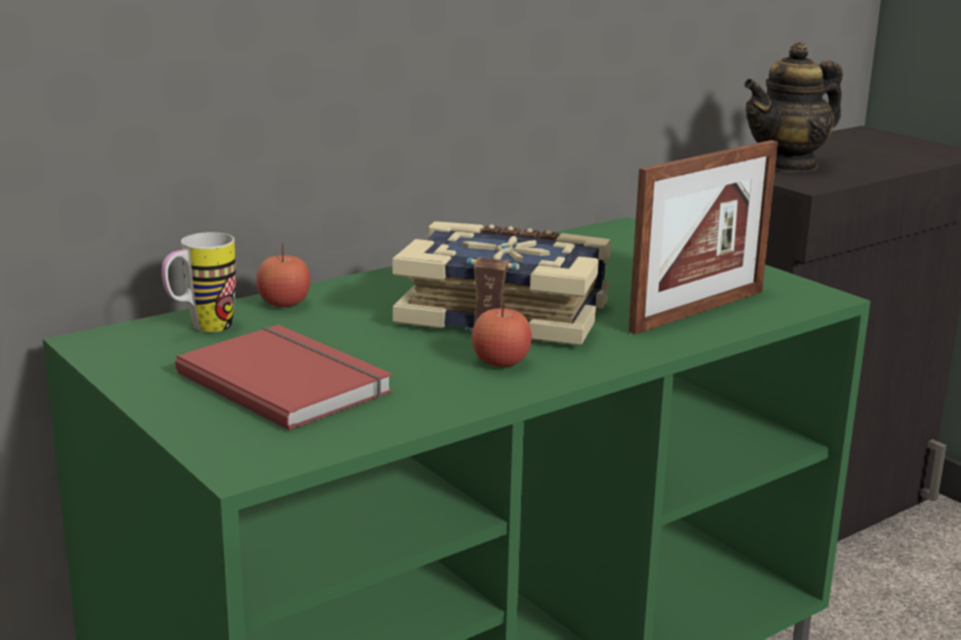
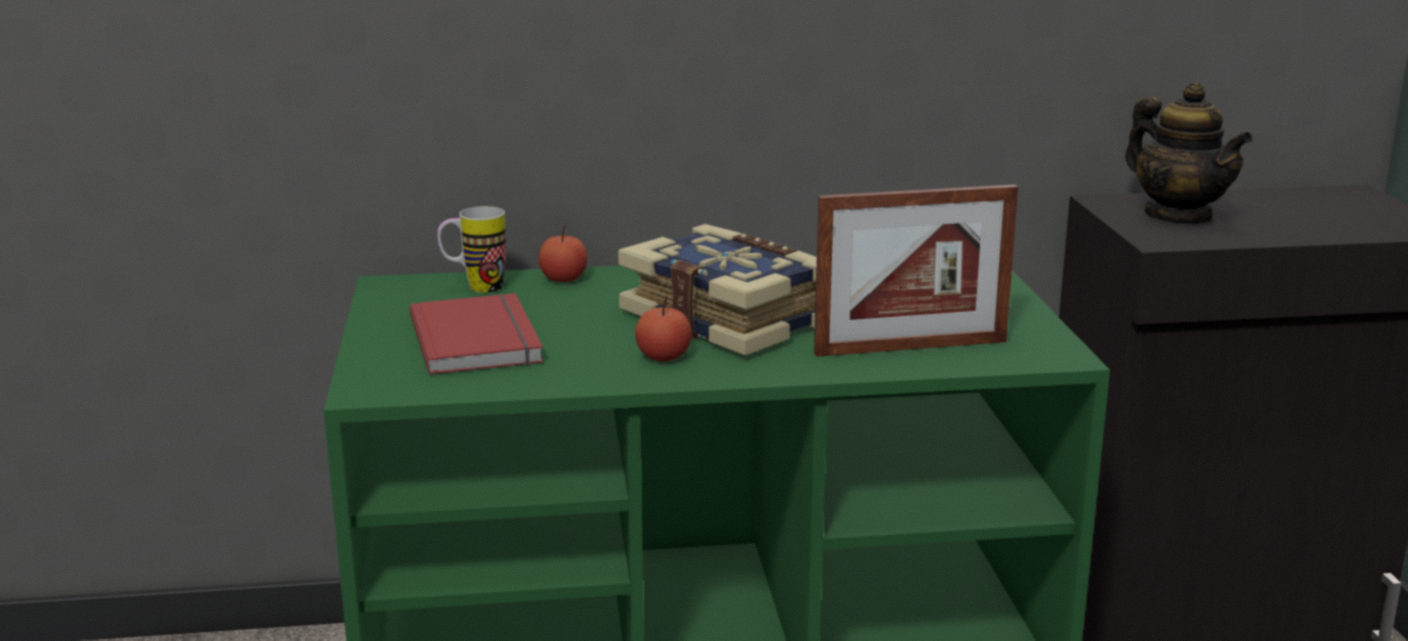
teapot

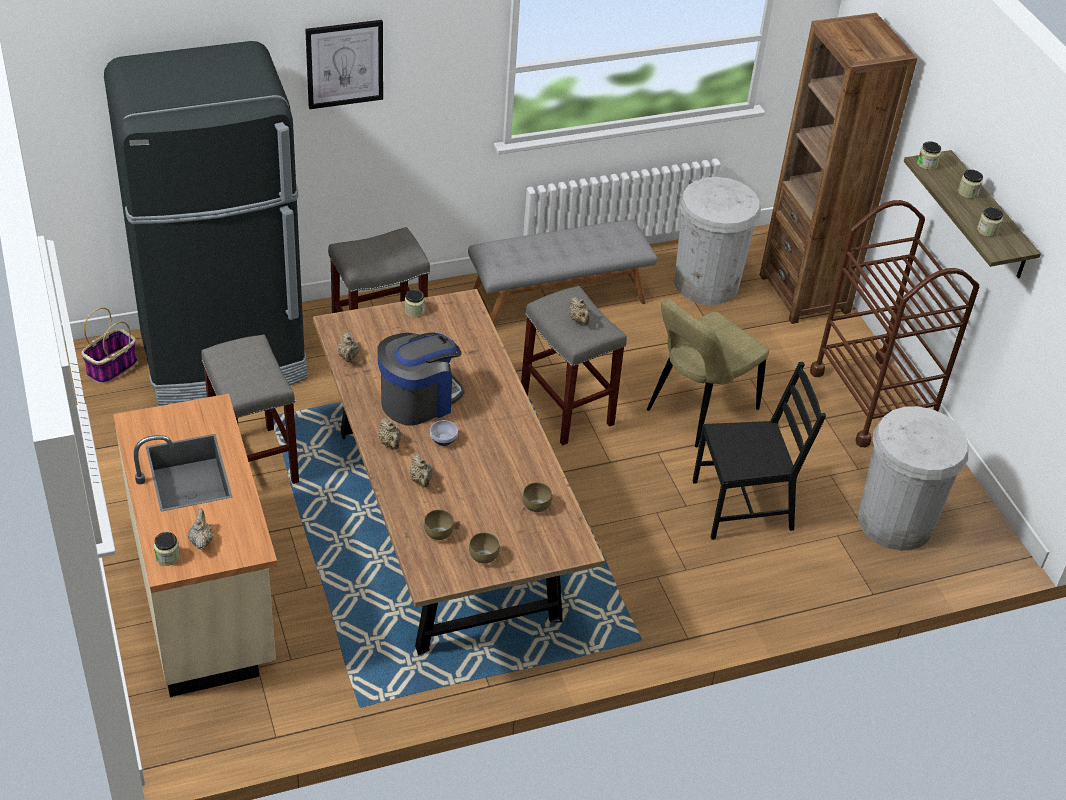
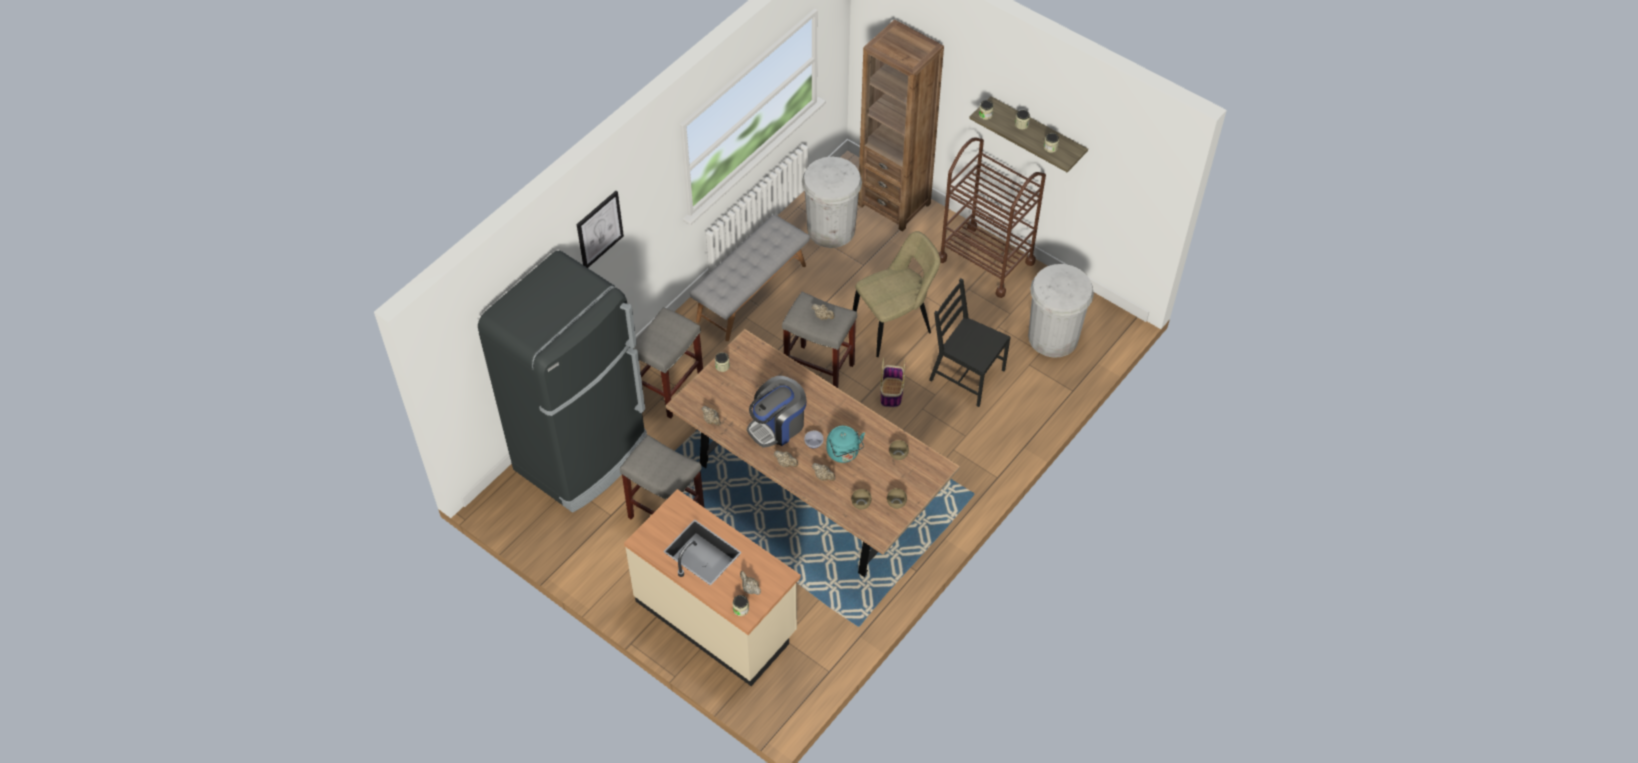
kettle (turquoise-coloured)
basket
coffee maker
chair (beige-coloured)
chair (blackish)

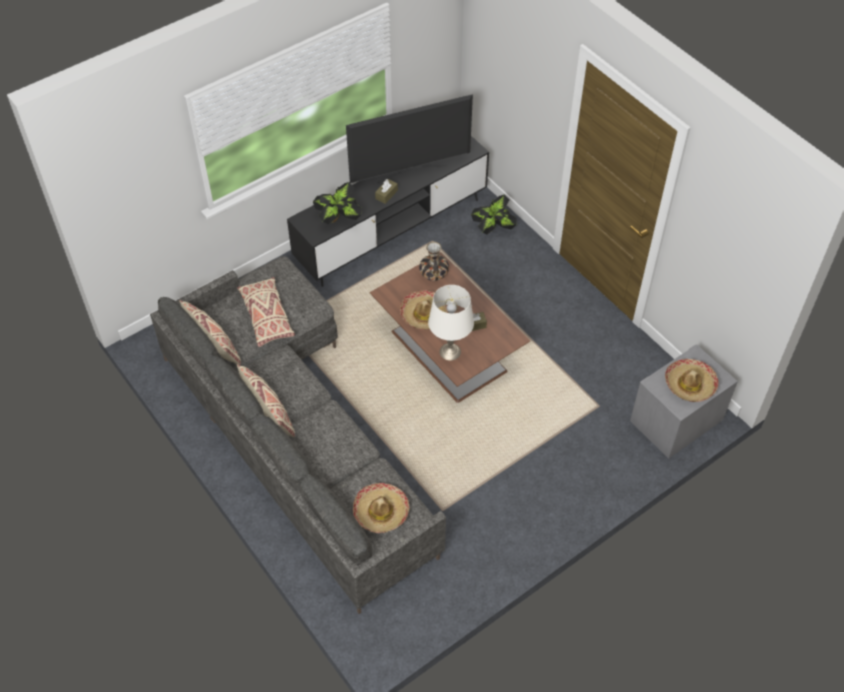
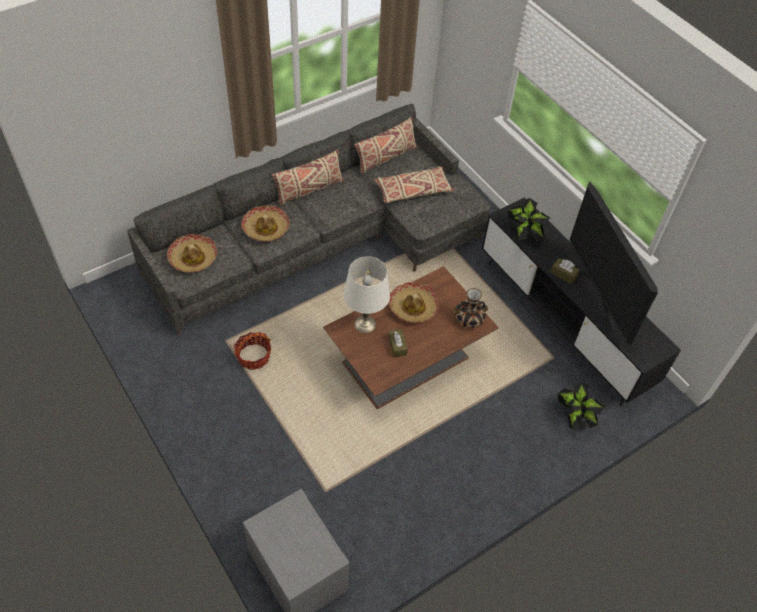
basket
wearable hat (2nd from left)

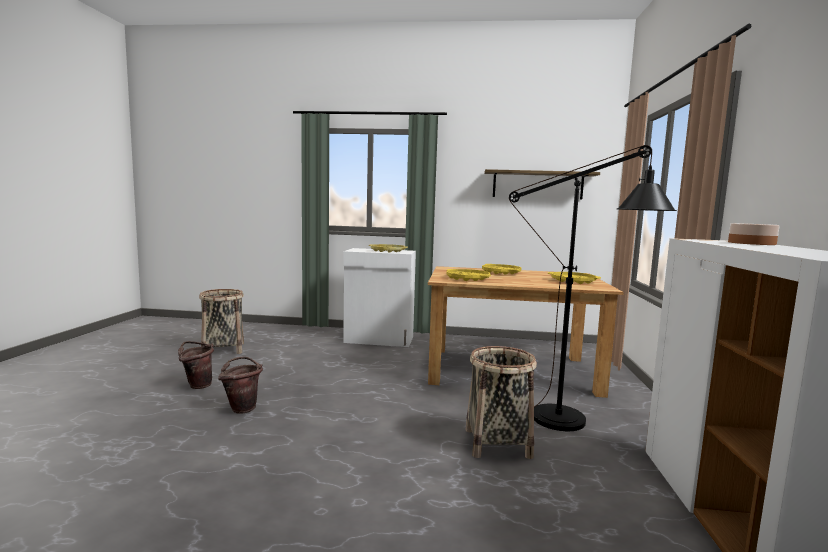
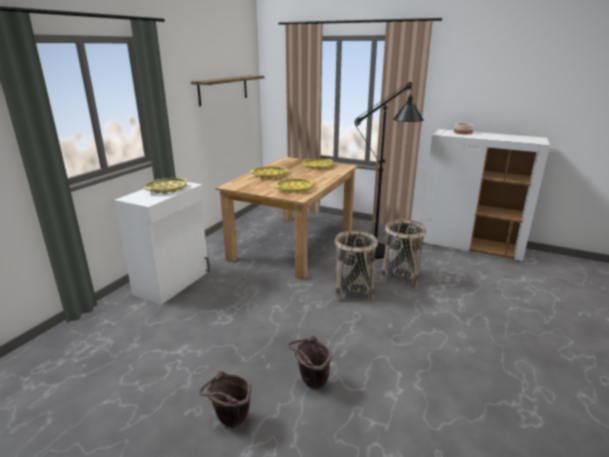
basket (1st from left)

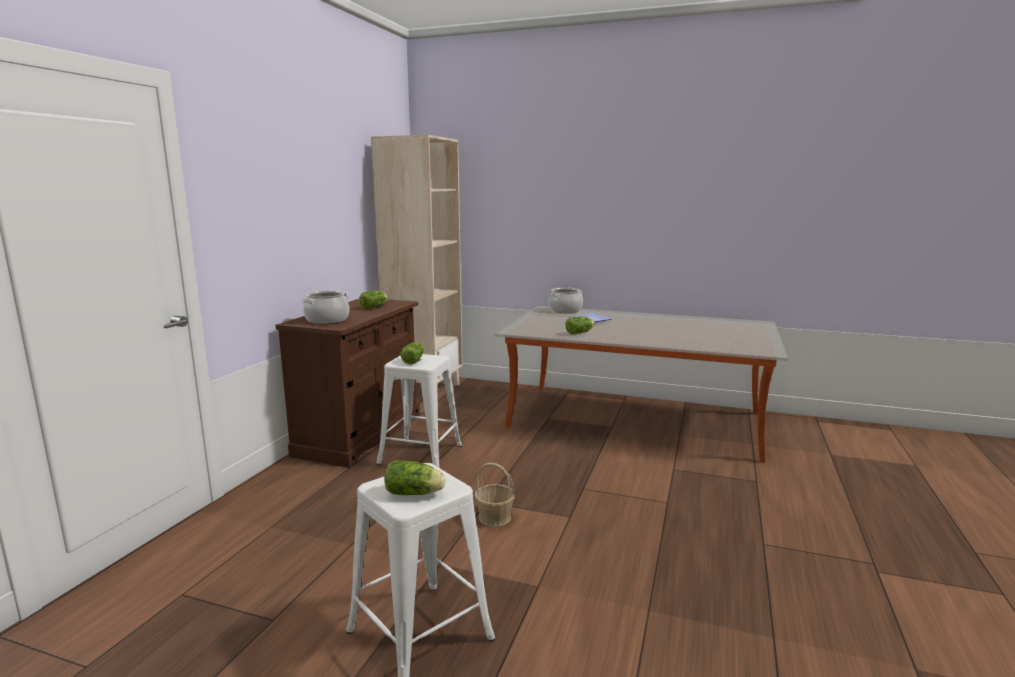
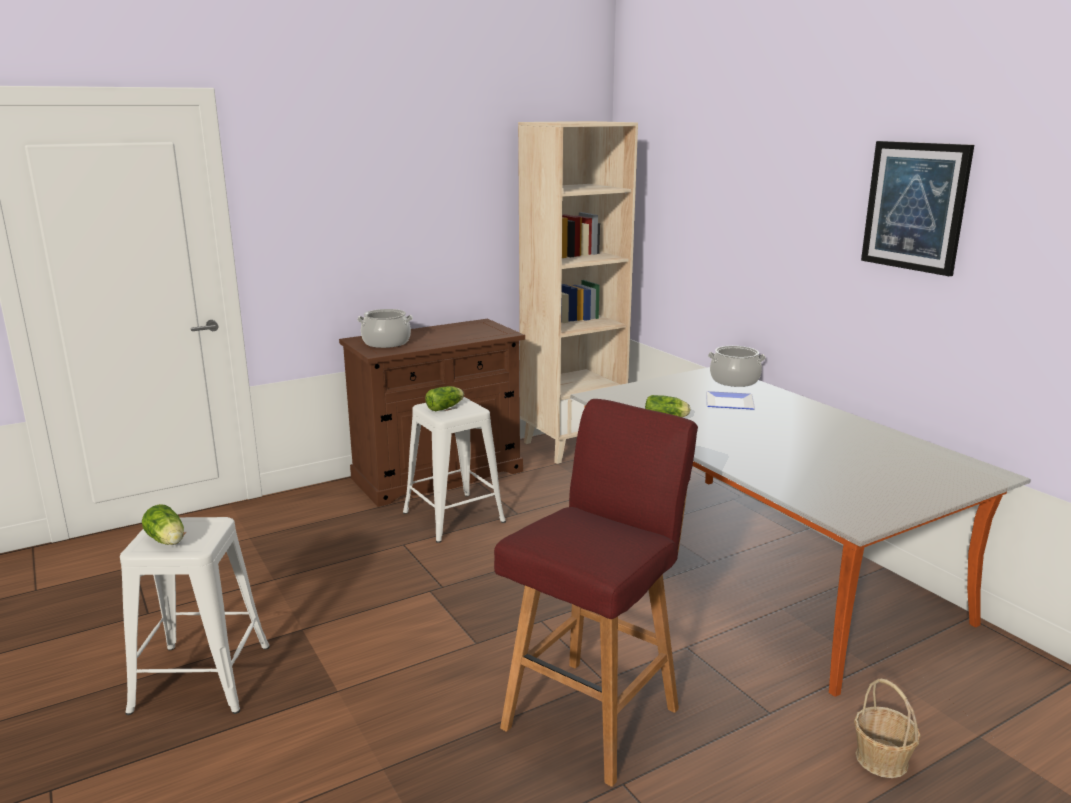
lettuce head (1st from left in the first image)
stool seat (red)
wall picture
basket

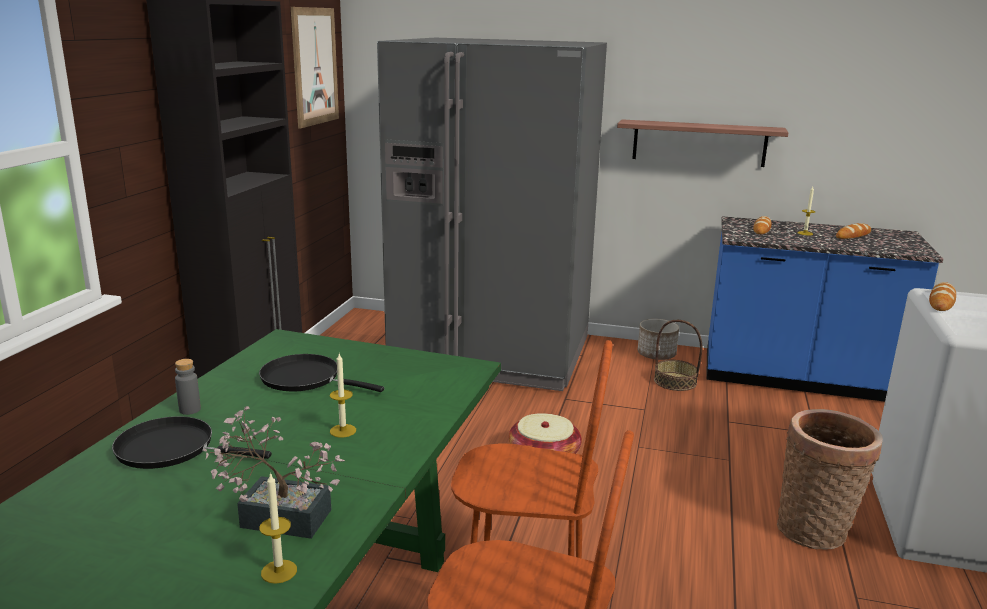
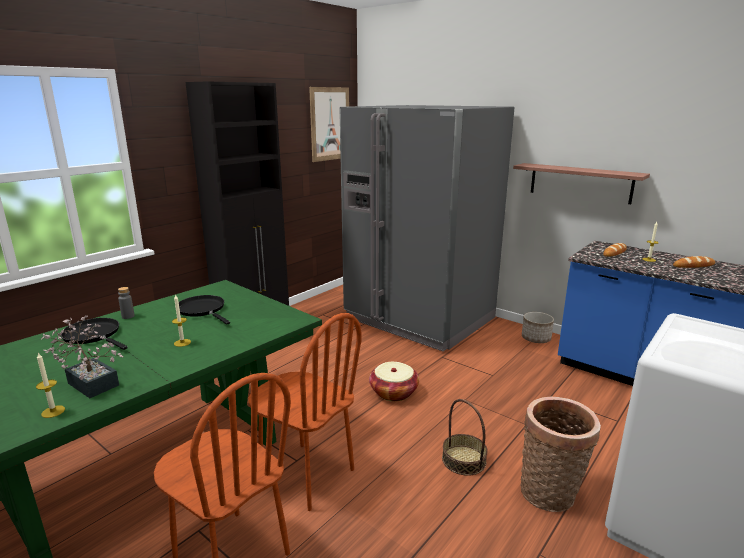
baked bread (3rd from left in the first image)
basket (2nd from left)

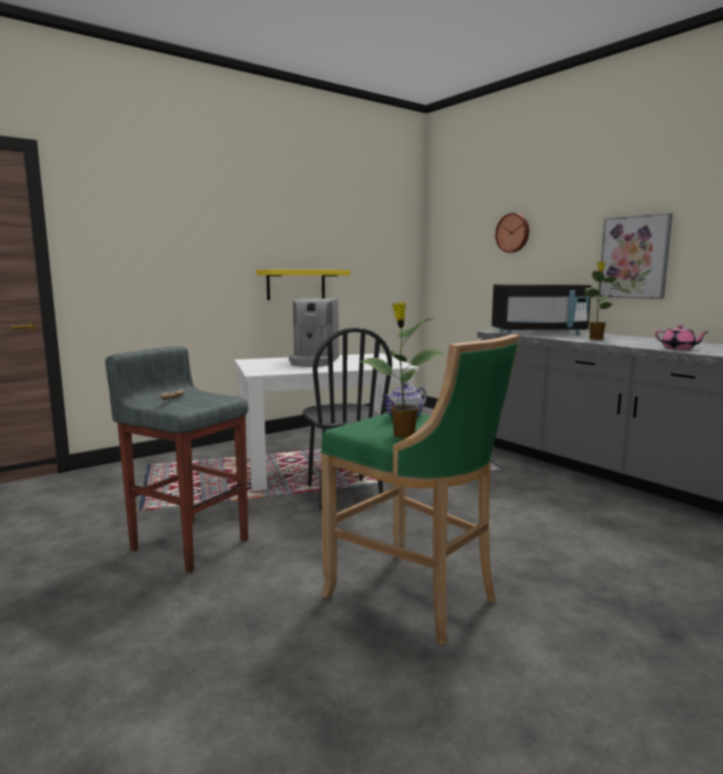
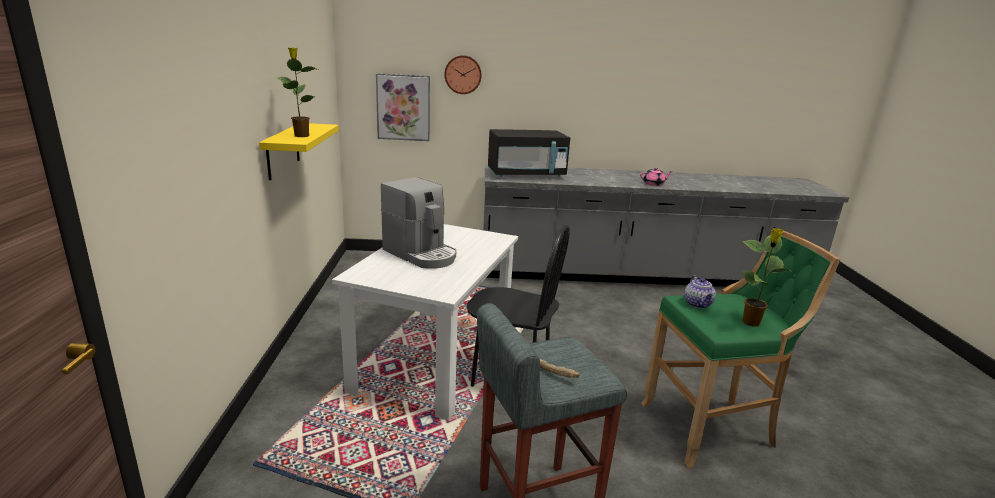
potted plant (1st from left)
wall picture
kitchen microwave (blackish)

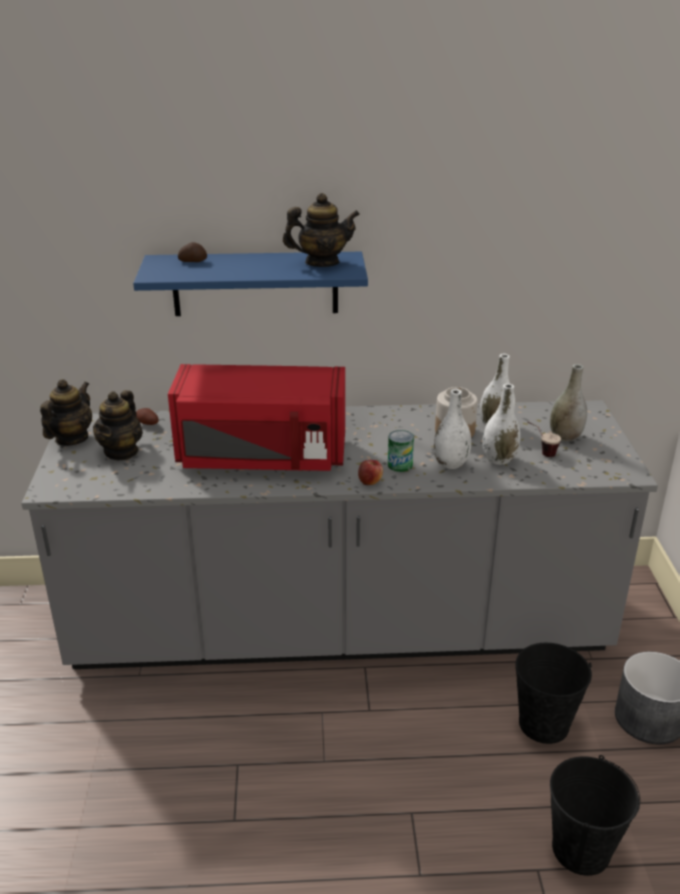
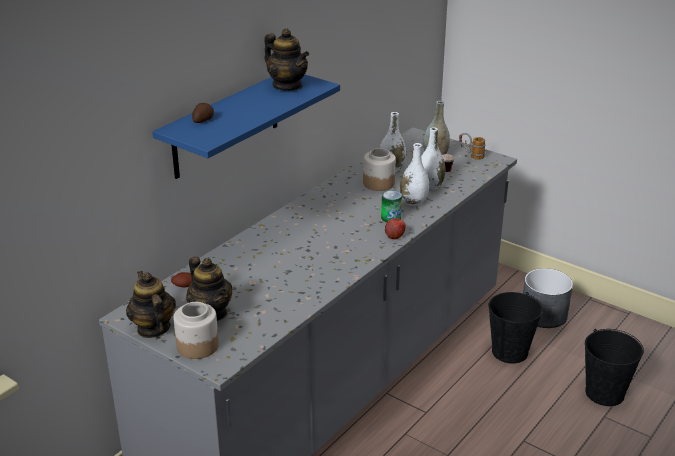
kitchen microwave (red)
jar (1st from left)
mug
teapot (3rd from left)

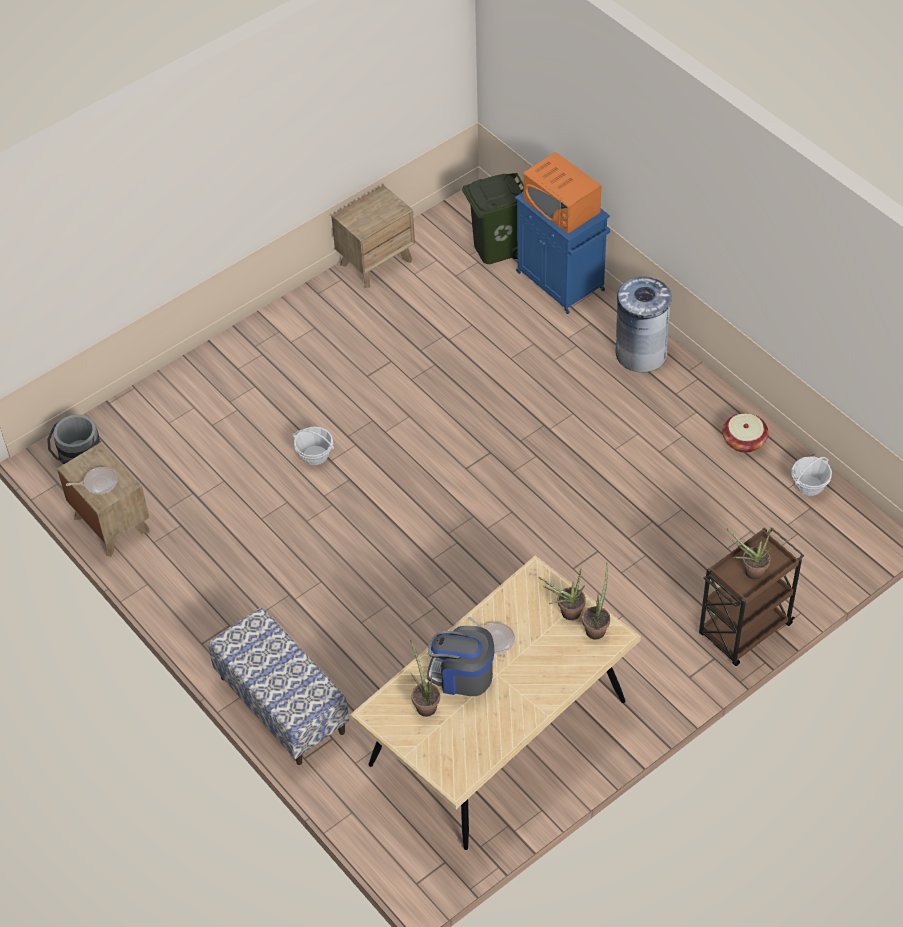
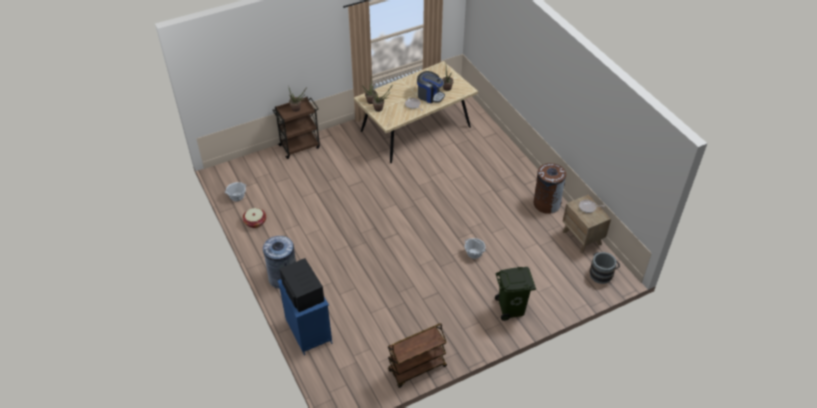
long seat
waste bin (brown)
waste bin (green)
wheeled cart (brown) (2nd from left)
kitchen microwave (blackish)

